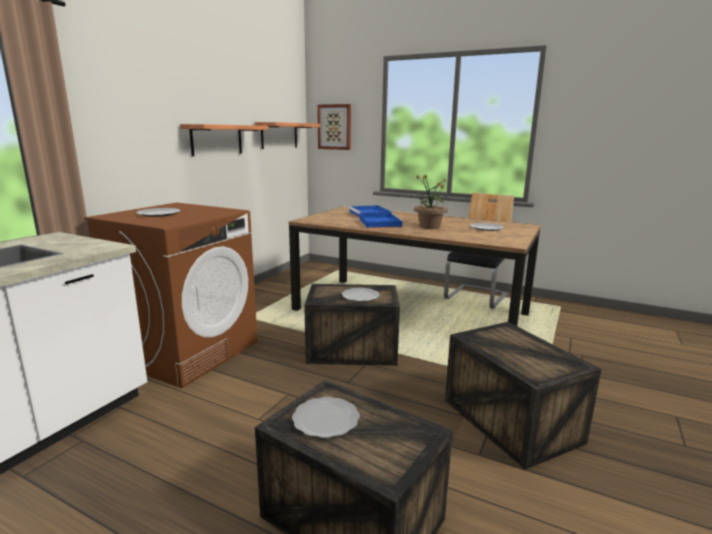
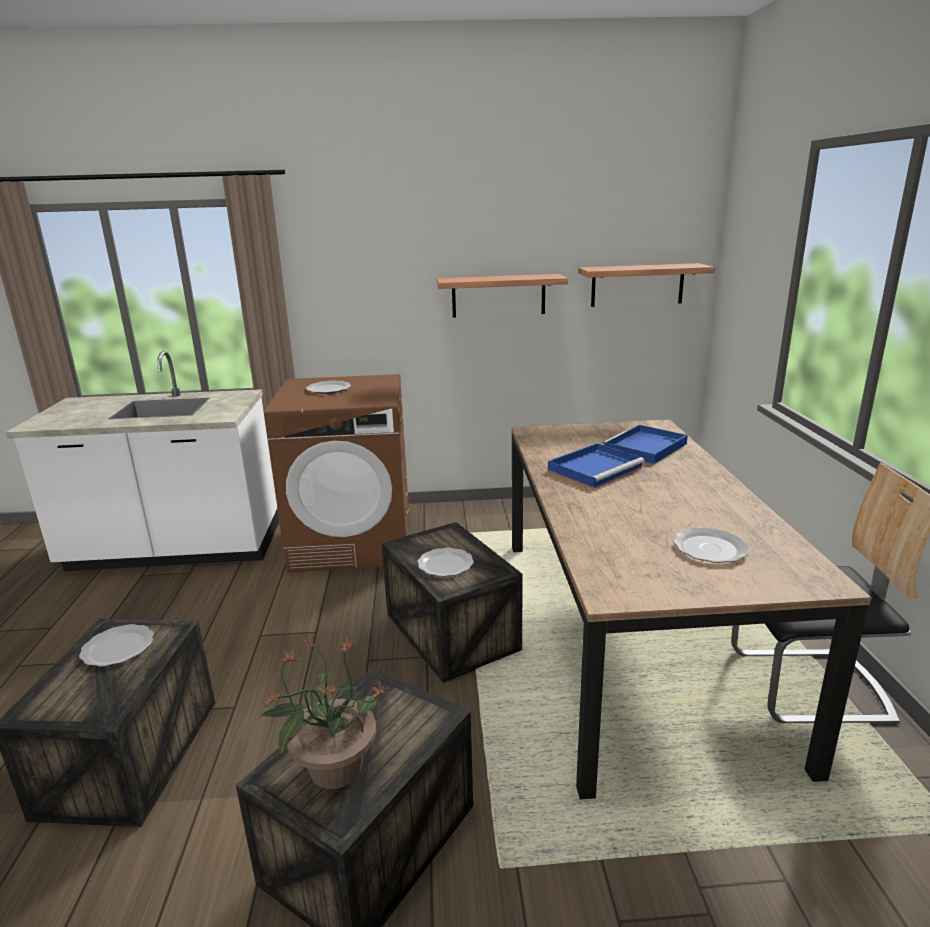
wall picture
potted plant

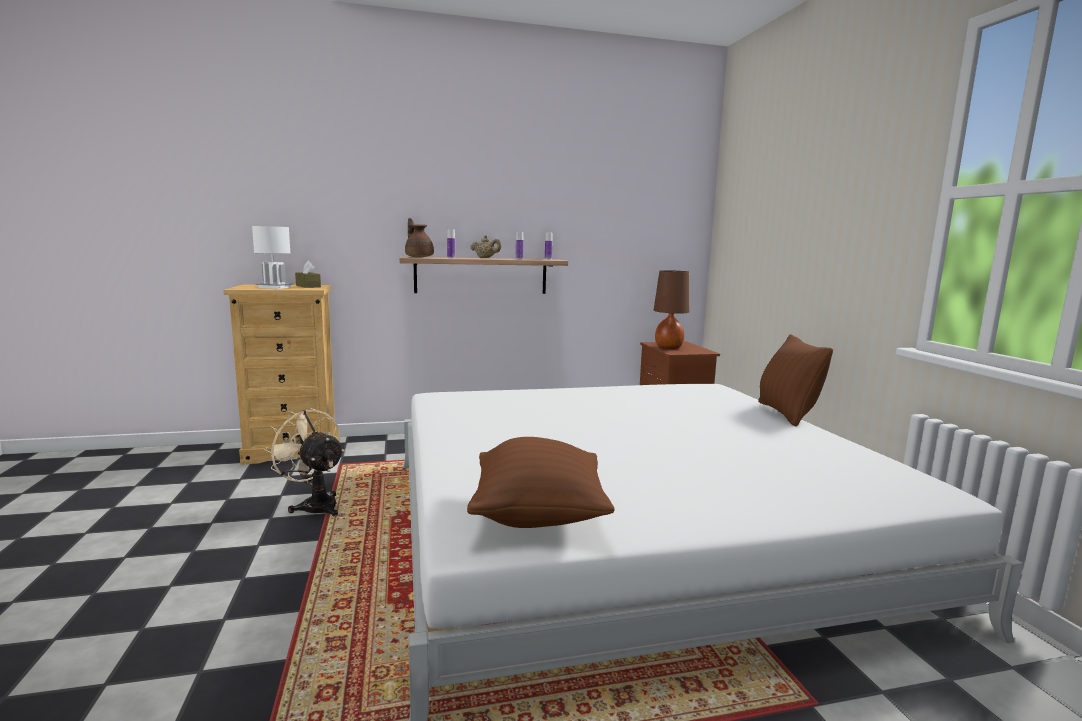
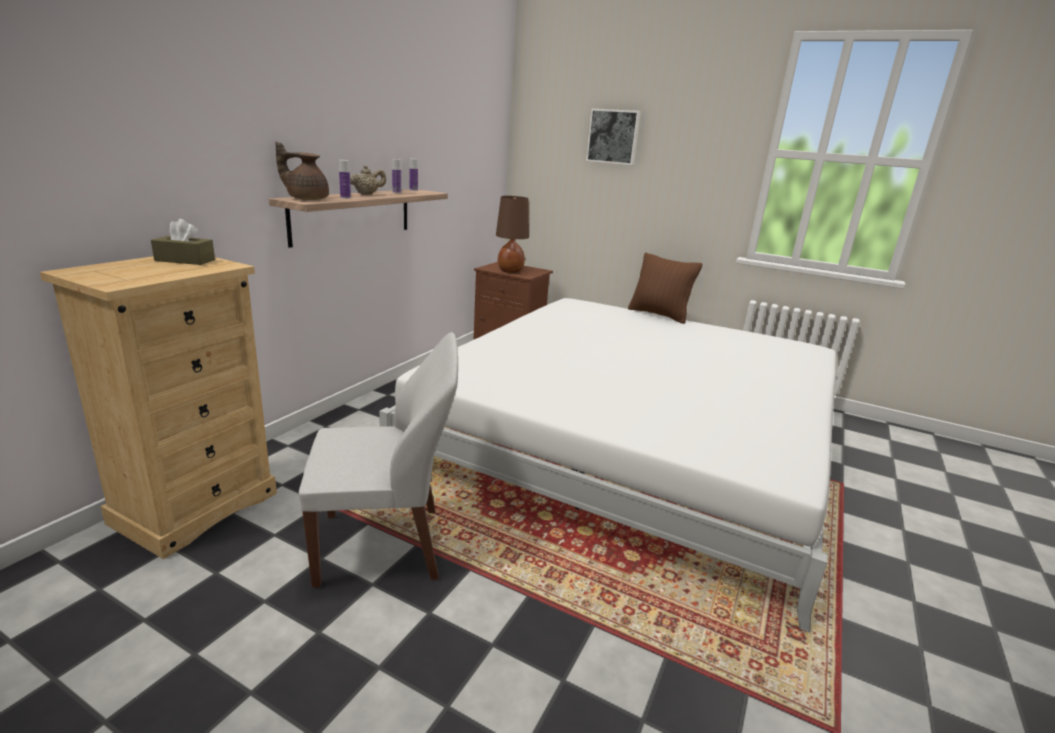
tabletop lamp (whitish)
cushion (brown) (1st from left in the first image)
wall picture
chair (whitish)

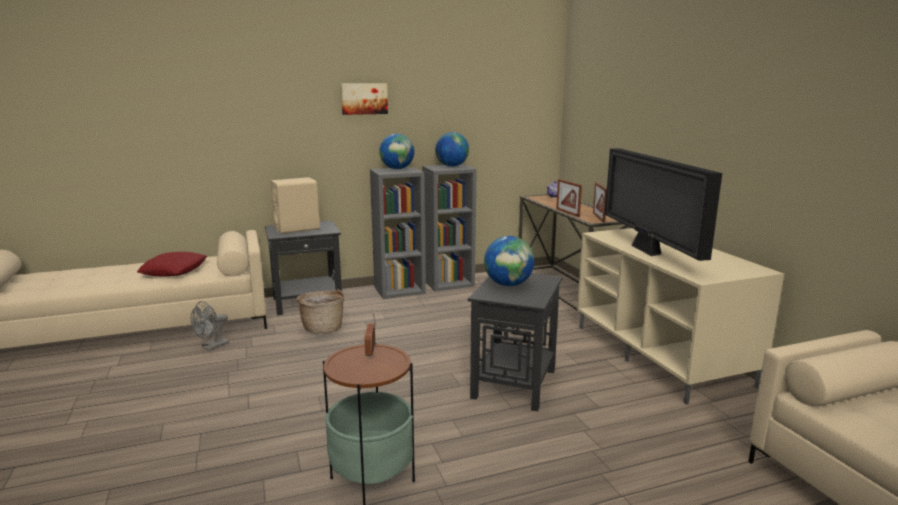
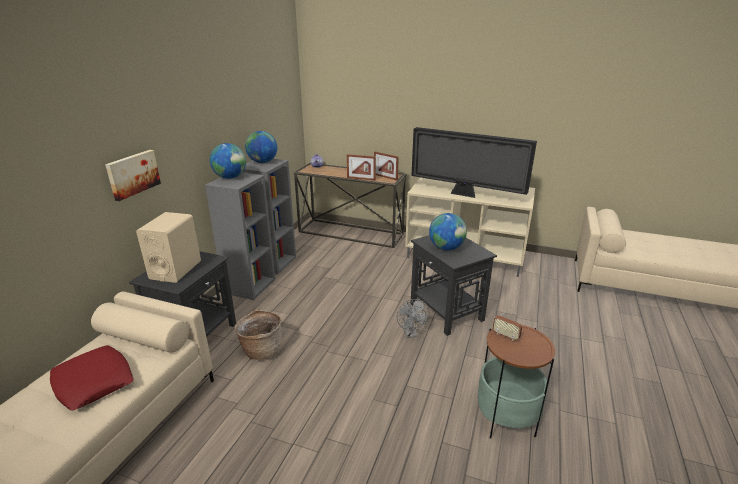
fan (grey)
wall picture

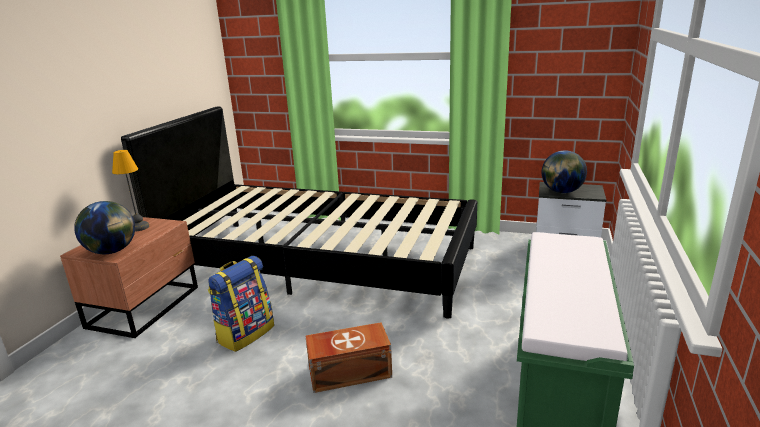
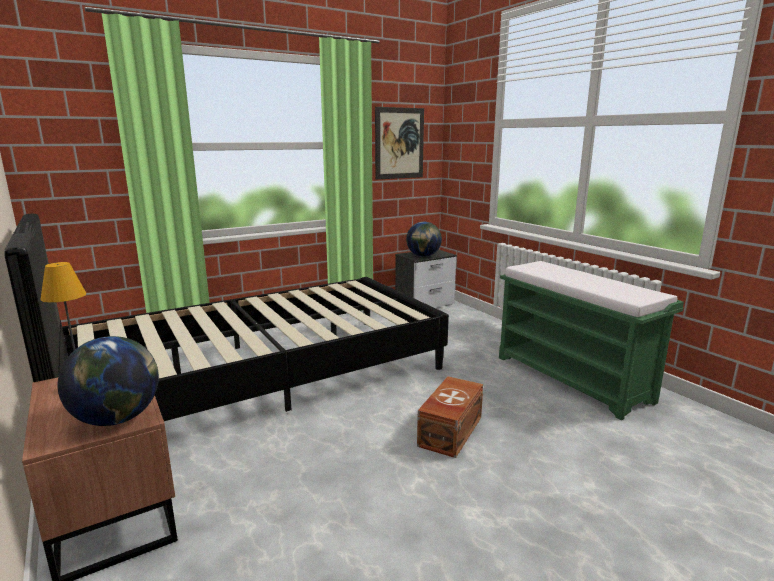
backpack
wall picture

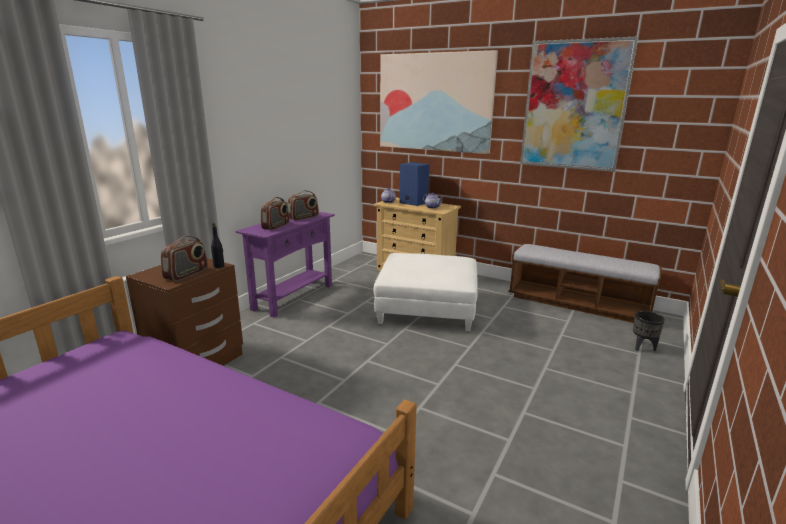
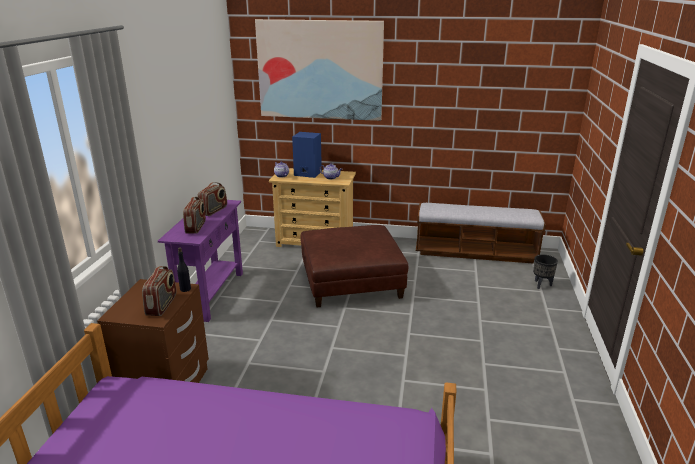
wall picture (2nd from left in the first image)
pouffe (brown)

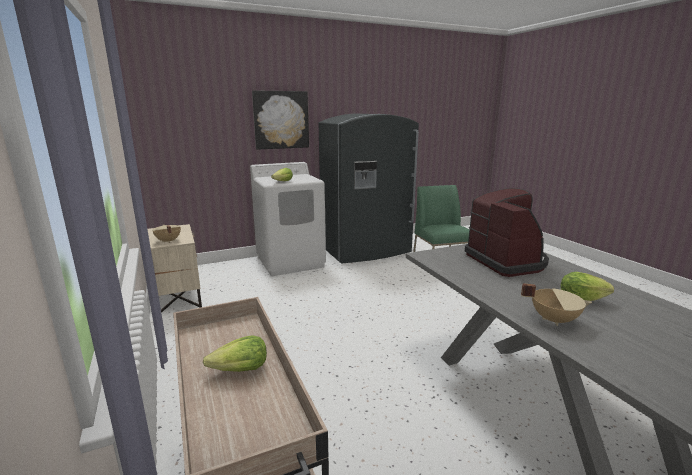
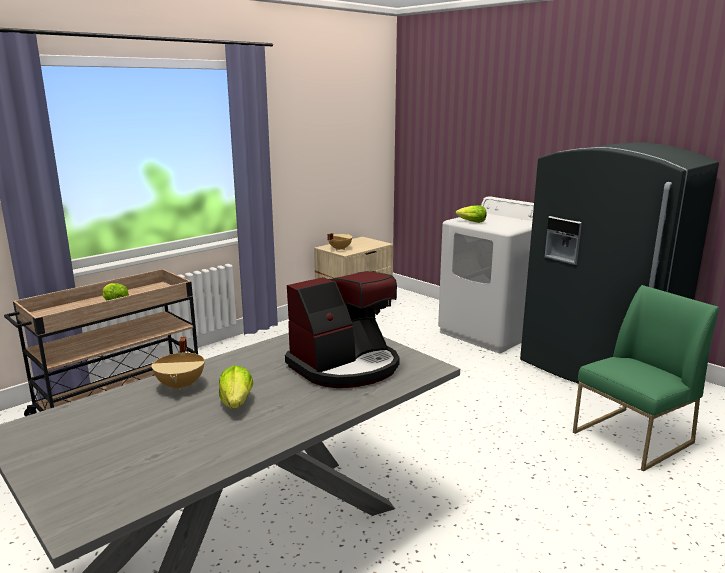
wall picture

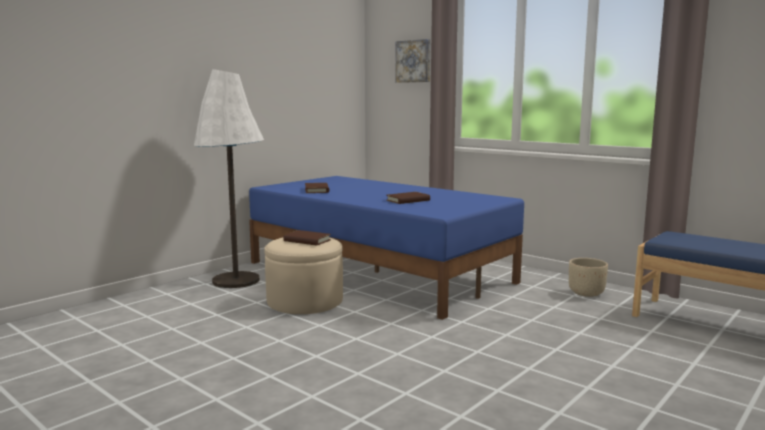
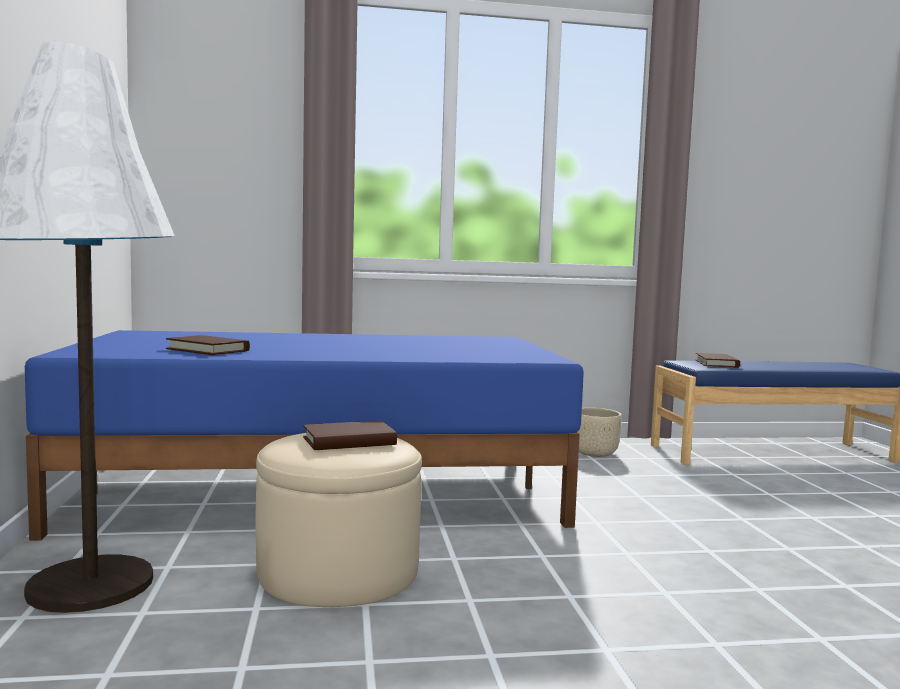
wall picture
volume (brown) (3rd from left)

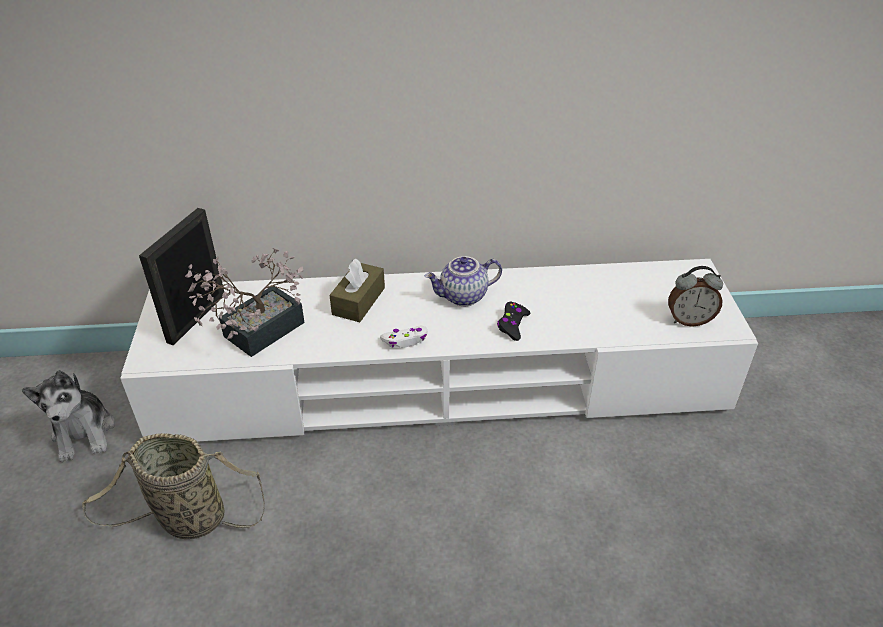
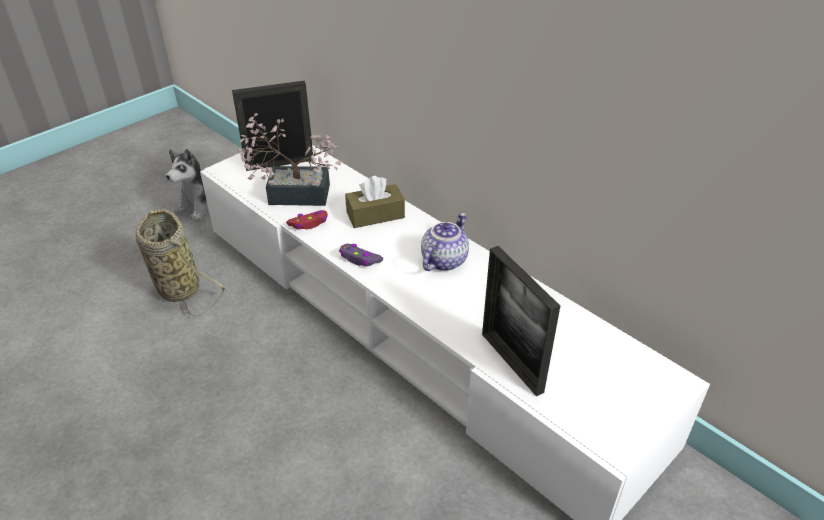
game controller (blackish)
table clock
game controller (red)
picture frame (2nd from left)
game controller (purplish)
teapot

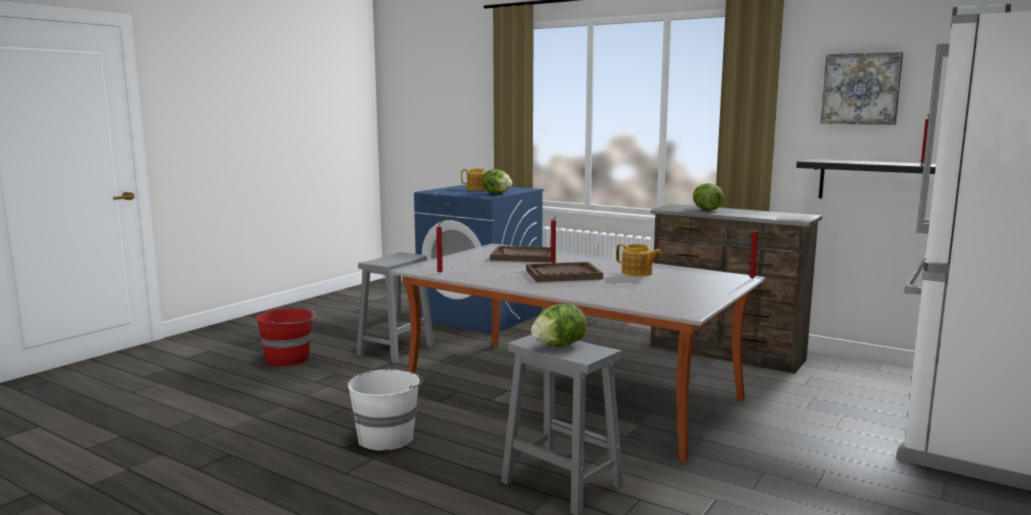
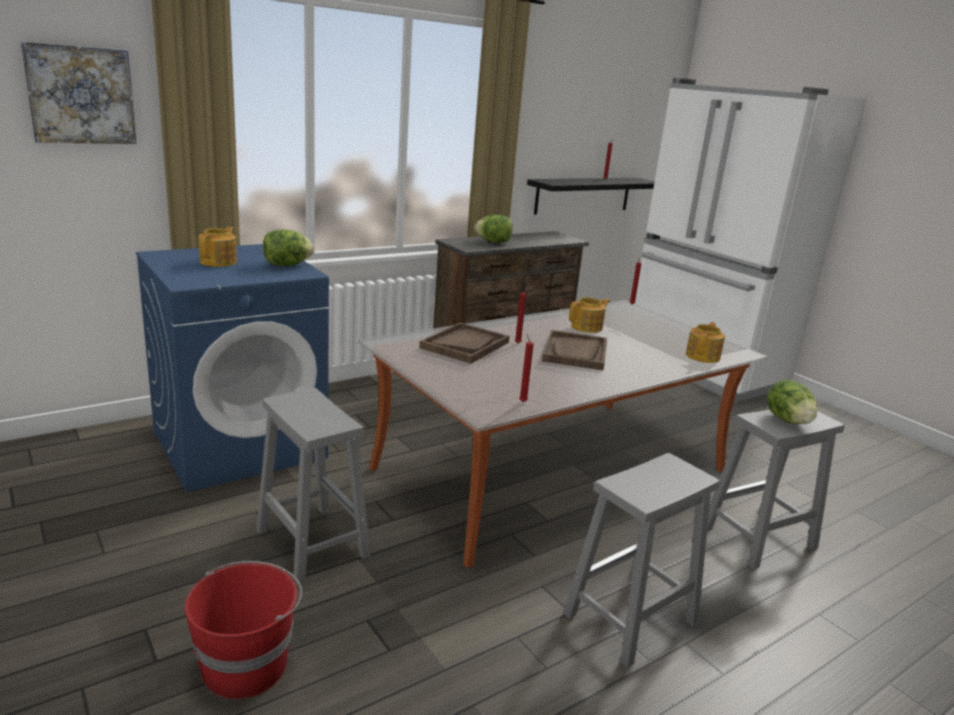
teapot (3rd from left)
wall picture
stool seat (grey) (2nd from left)

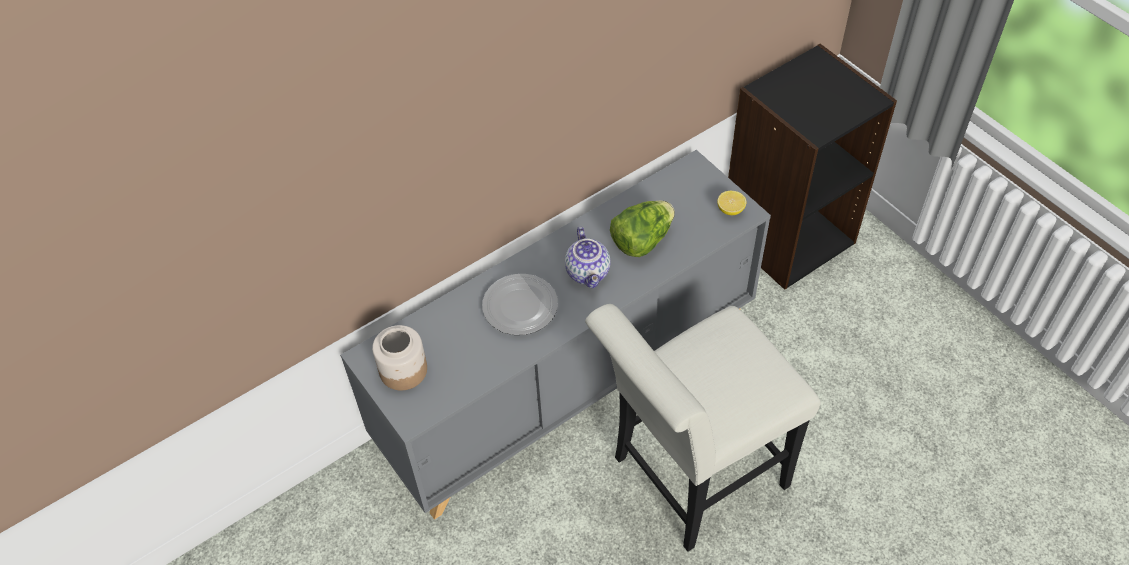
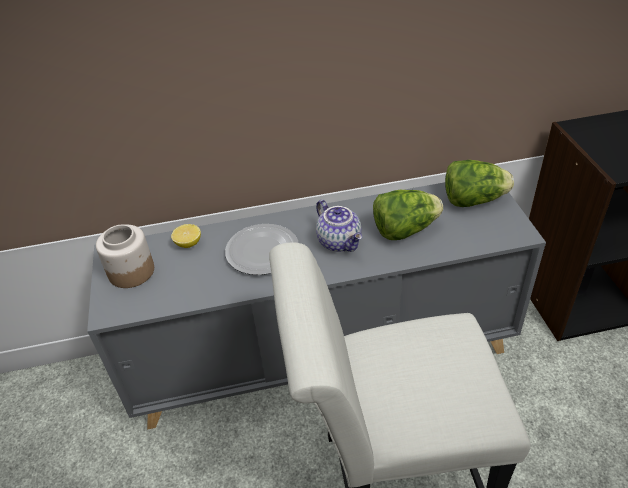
lettuce head (2nd from left)
lemon
teapot

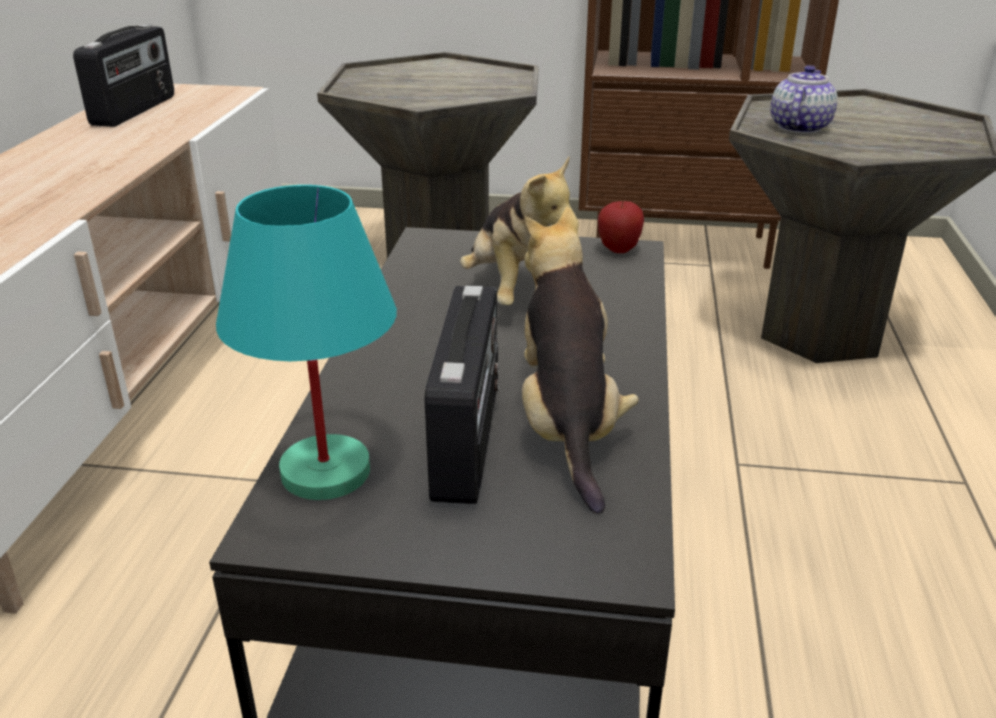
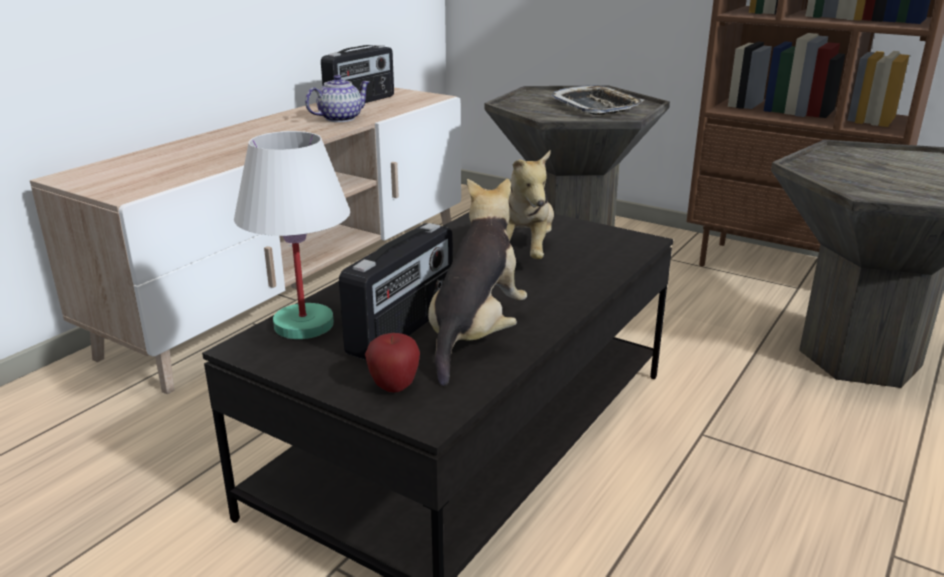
carrying tray
apple
teapot
tabletop lamp (whitish)

